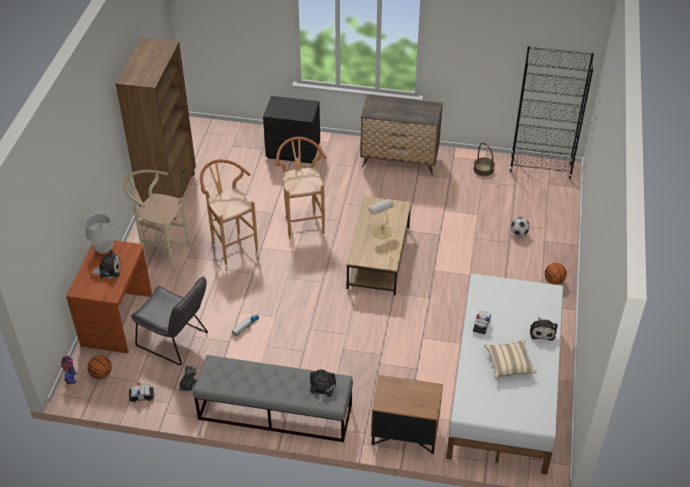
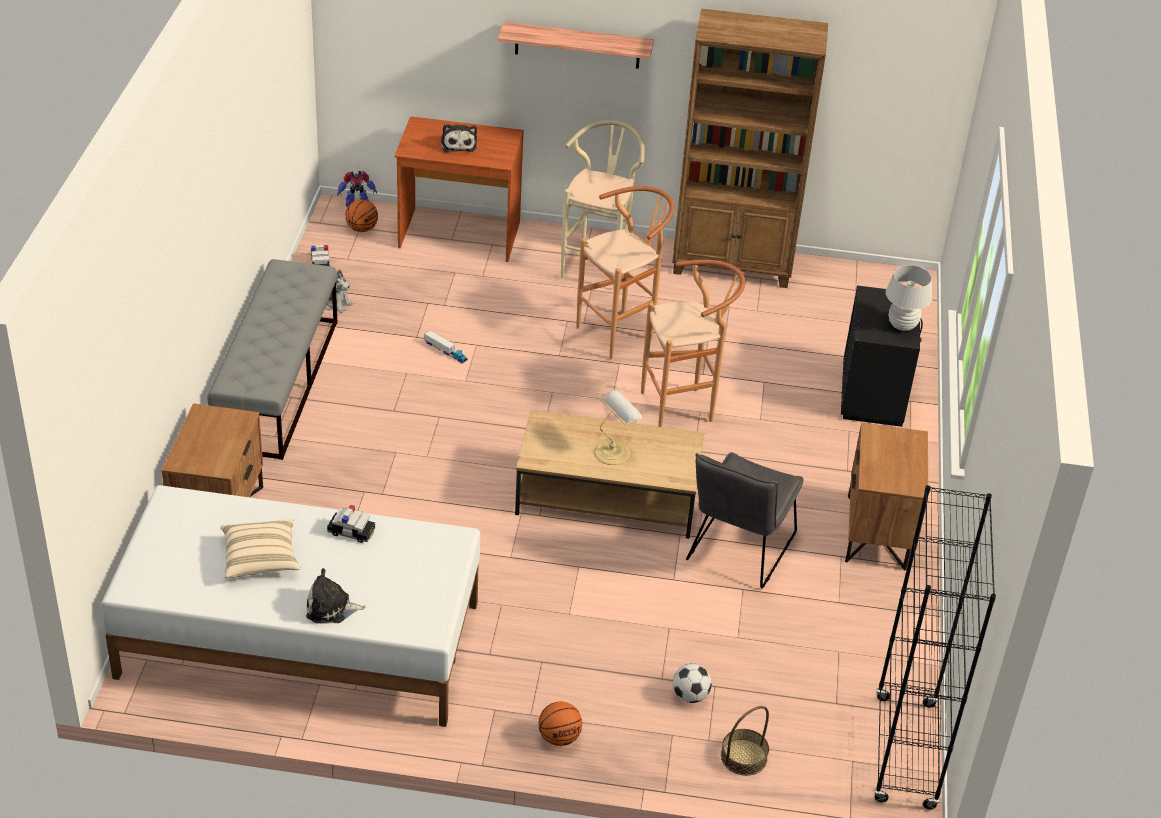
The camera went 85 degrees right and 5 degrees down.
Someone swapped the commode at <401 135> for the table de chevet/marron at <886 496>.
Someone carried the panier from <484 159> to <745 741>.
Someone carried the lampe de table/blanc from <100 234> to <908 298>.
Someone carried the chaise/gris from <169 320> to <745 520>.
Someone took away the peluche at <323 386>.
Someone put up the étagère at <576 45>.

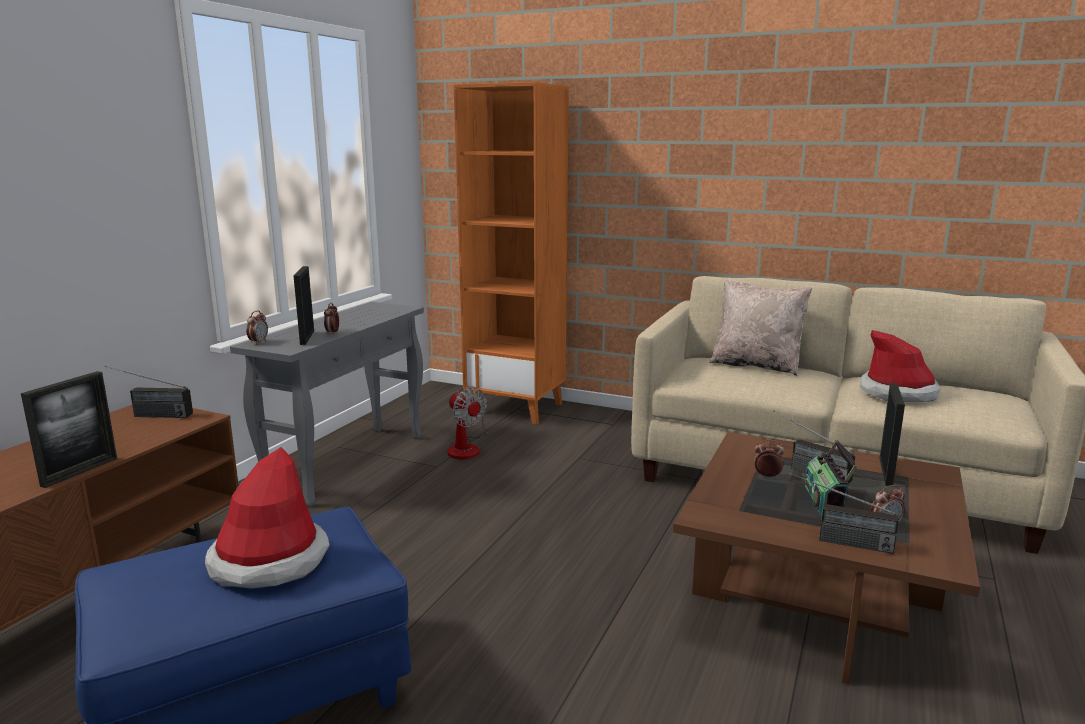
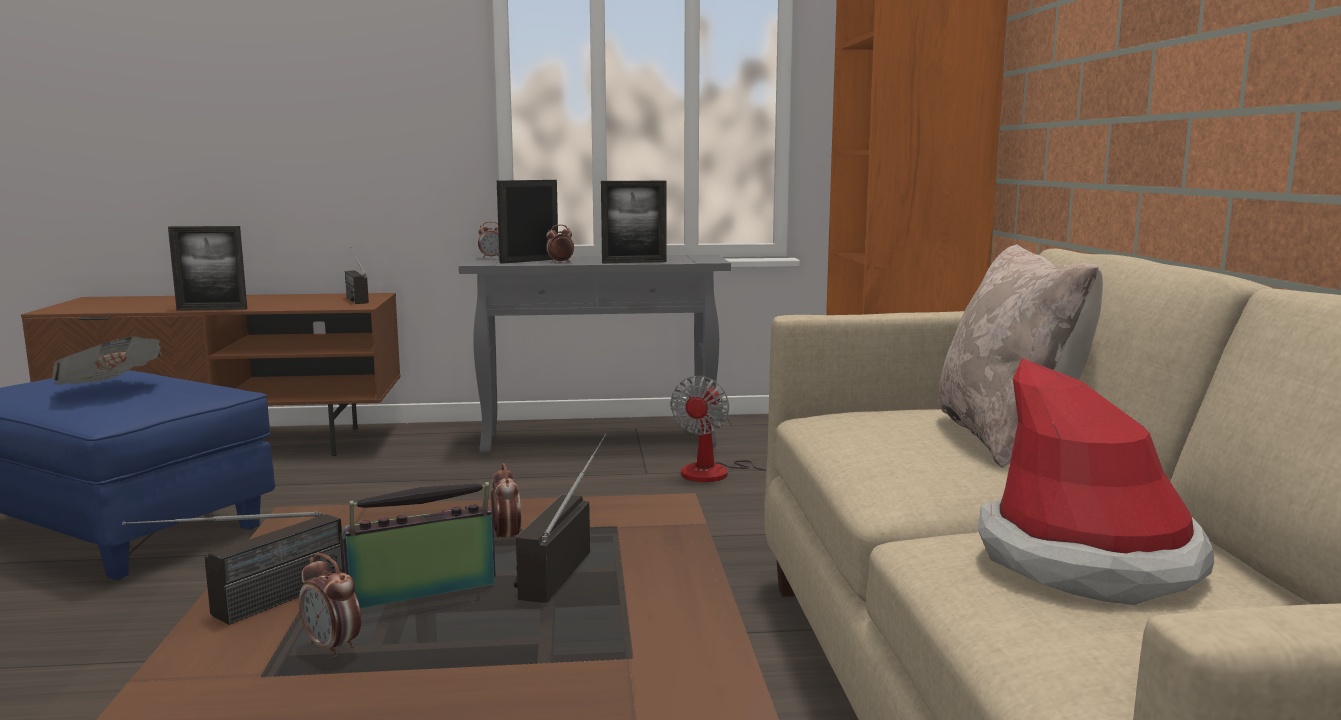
The camera went 60 degrees right and 5 degrees down.
Someone carried the cadre photo from <892 435> to <633 222>.
Someone swapped the chapeau at <267 518> for the journal at <106 360>.
Someone rotated the radio at <843 513> by 135 degrees counterclockwise.

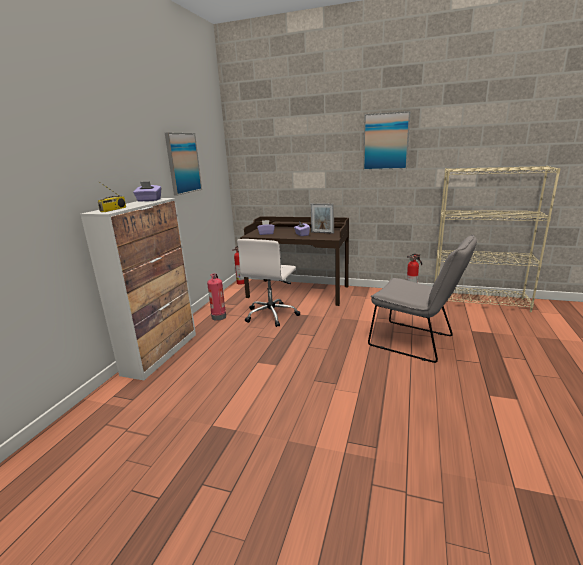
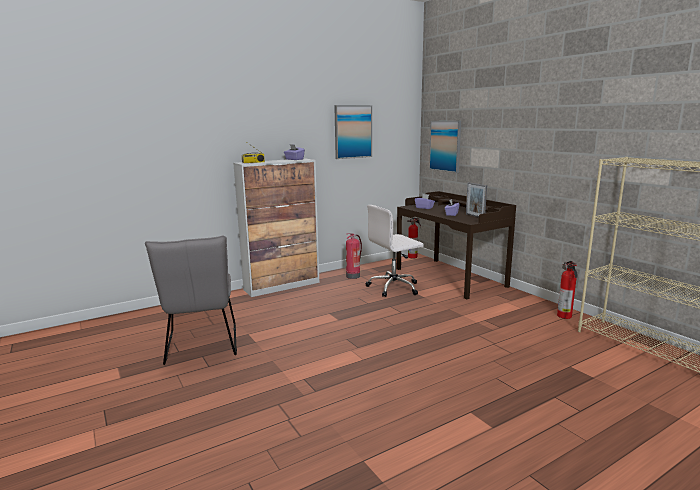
The camera went 40 degrees right and 5 degrees down.
Someone carried the tableau from <386 140> to <445 147>.
Someone carried the chaise/gris from <422 299> to <191 300>.

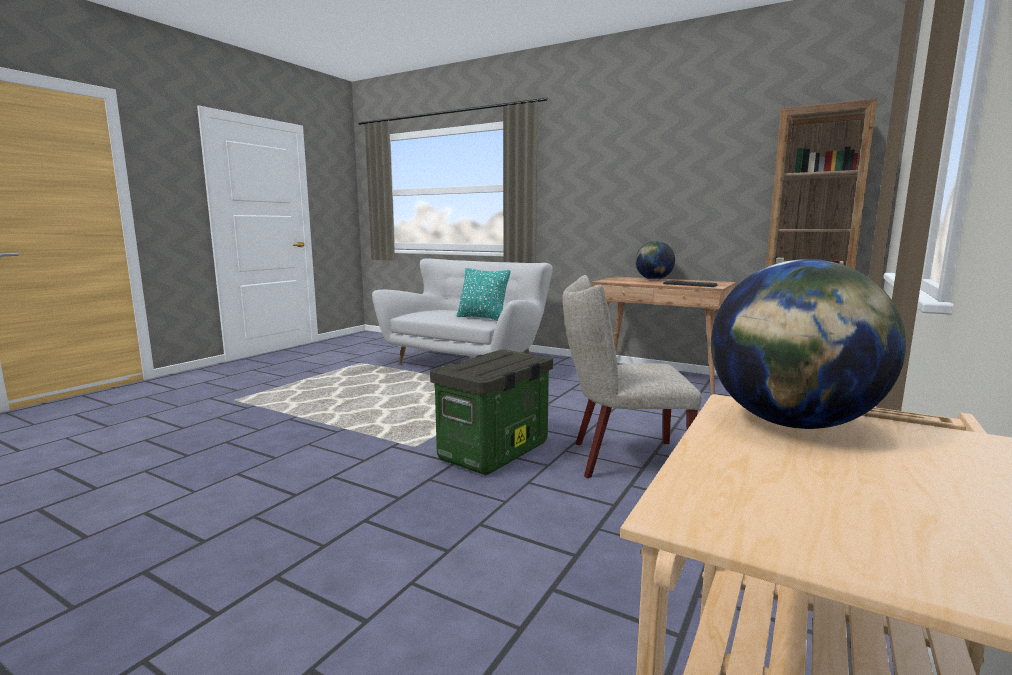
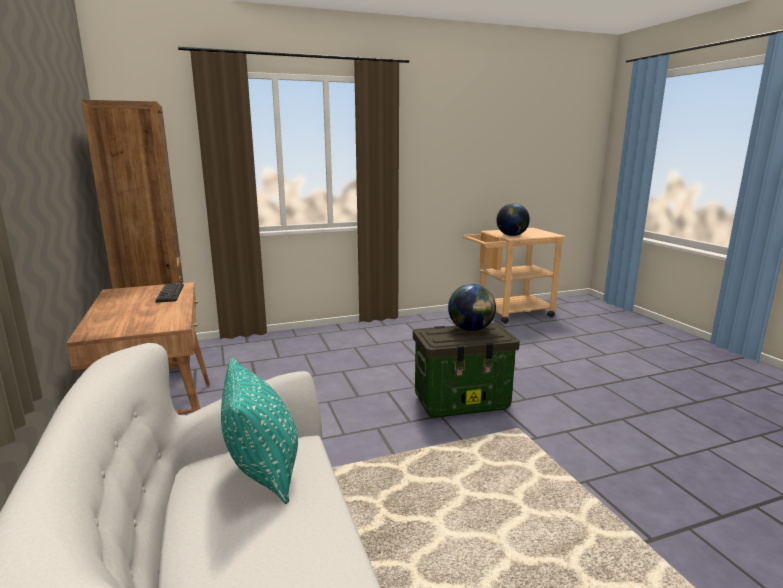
The camera went 140 degrees left and 5 degrees up.
Someone carried the globe from <655 260> to <472 307>.
Someone took away the chaise/beige at <632 376>.

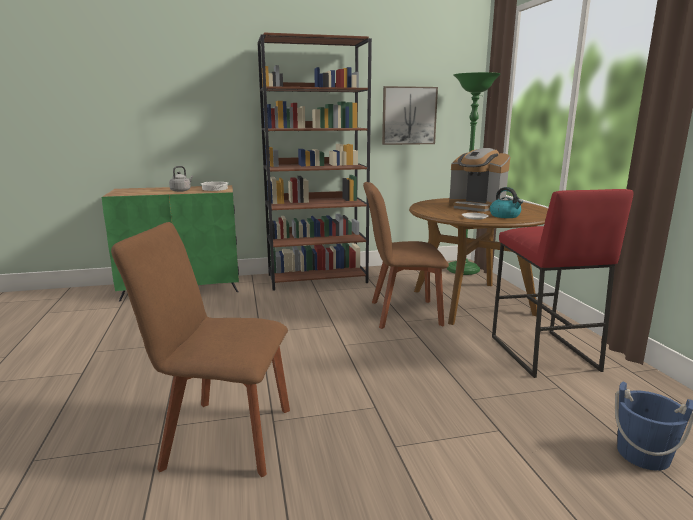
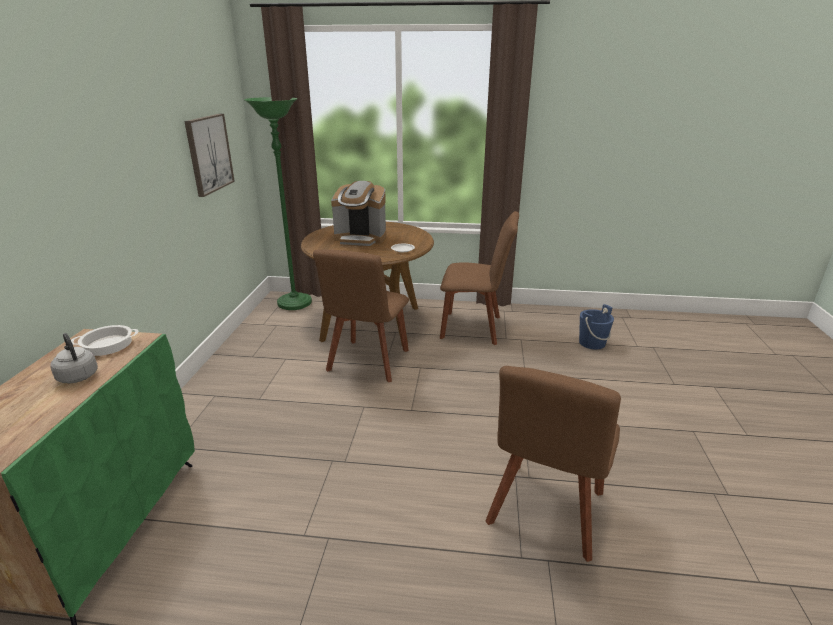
The camera went 70 degrees left and 10 degrees up.
Someone took away the bibliothèque/marron at <315 162>.
Someone rotated the machine à café at <479 180> by 45 degrees clockwise.
Someone took away the bouilloire at <506 202>.
Someone swapped the tabouret/rouge at <563 283> for the chaise/marron at <479 278>.

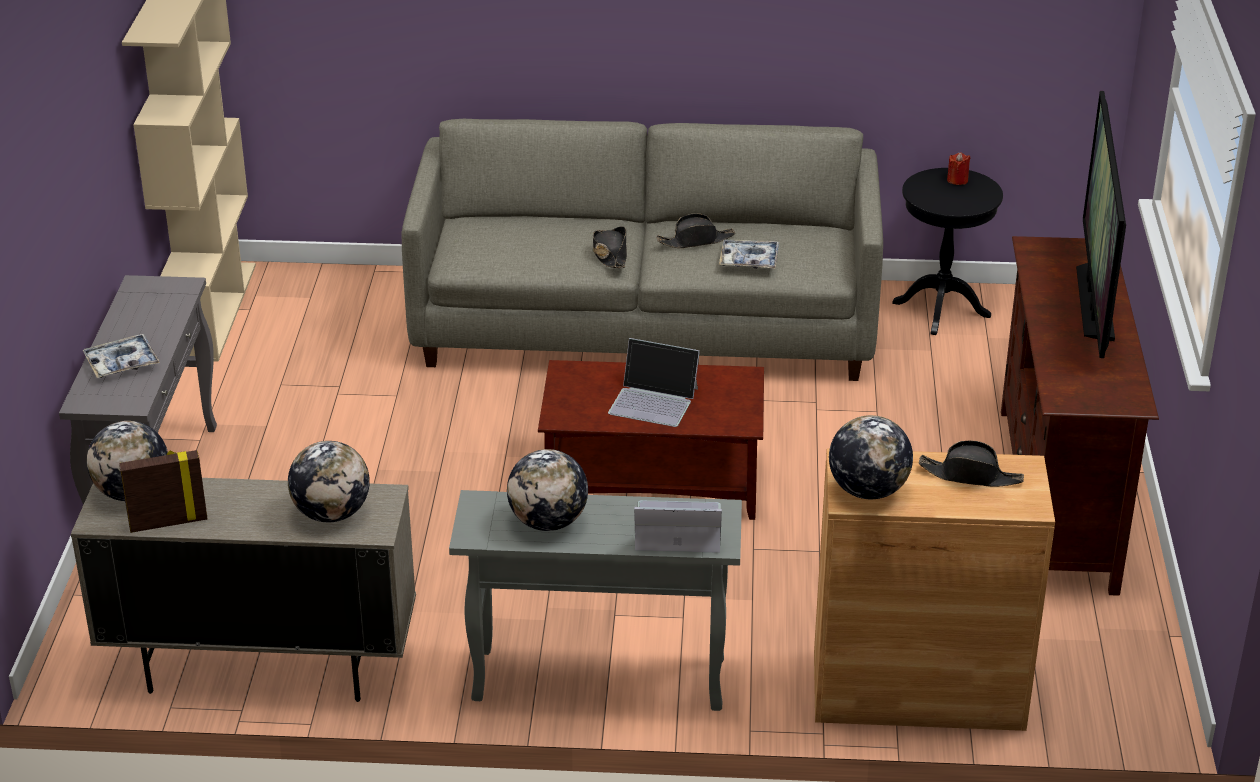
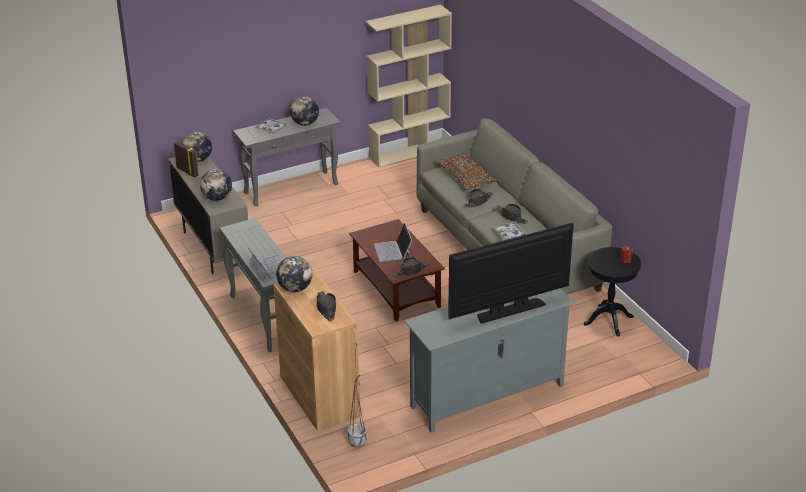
The camera went 60 degrees right and 0 degrees up.
Someone repainted the meuble télé/marron at <1080 416>, which became the meuble télé/gris at <489 360>.
Someone carried the globe from <547 490> to <304 111>.
Someone put down the coussin/marron at <466 171>.
Someone put down the chapeau/noir at <411 267>.
Someone put down the cache-pot at <357 411>.

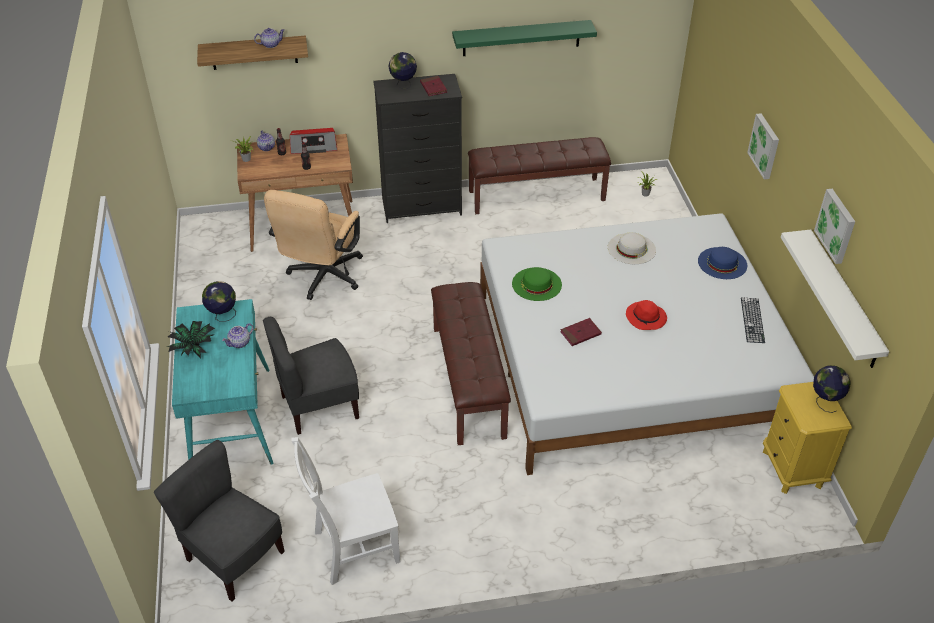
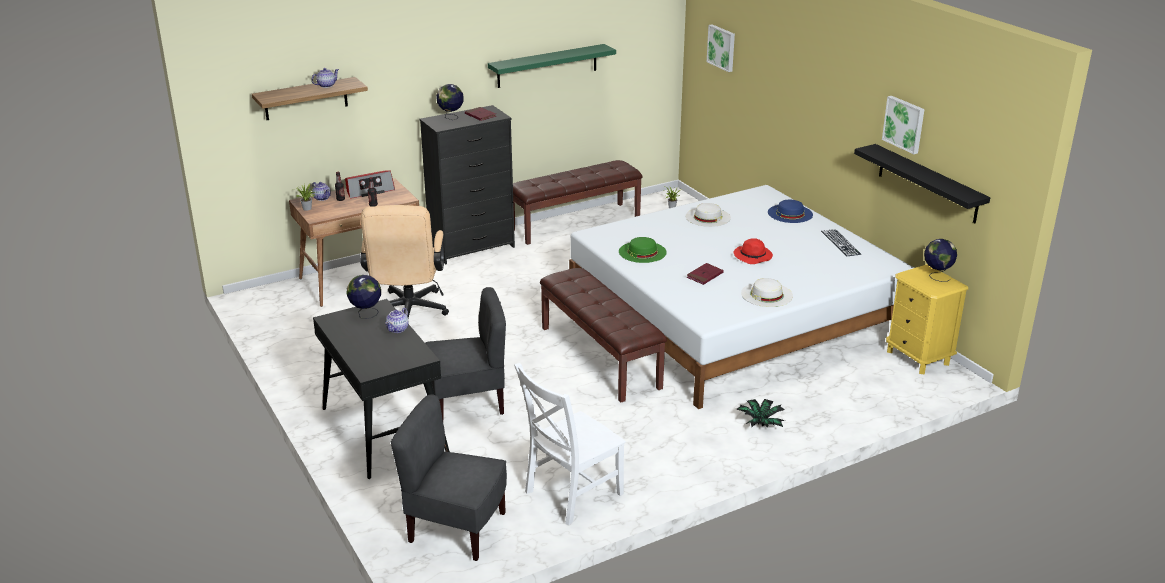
The camera went 20 degrees left and 15 degrees down.
Someone carried the tableau from <763 146> to <721 48>.
Someone repainted the étagère/blanc at <835 299>, which became the étagère/noir at <922 183>.
Someone repainted the bureau/turquoise at <222 382>, which became the bureau/noir at <381 389>.
Someone rotated the chaise/gris at <311 376> by 150 degrees counterclockwise.
Someone carried the plante en pot from <191 339> to <760 413>.
Someone put down the chapeau/blanc at <767 292>.

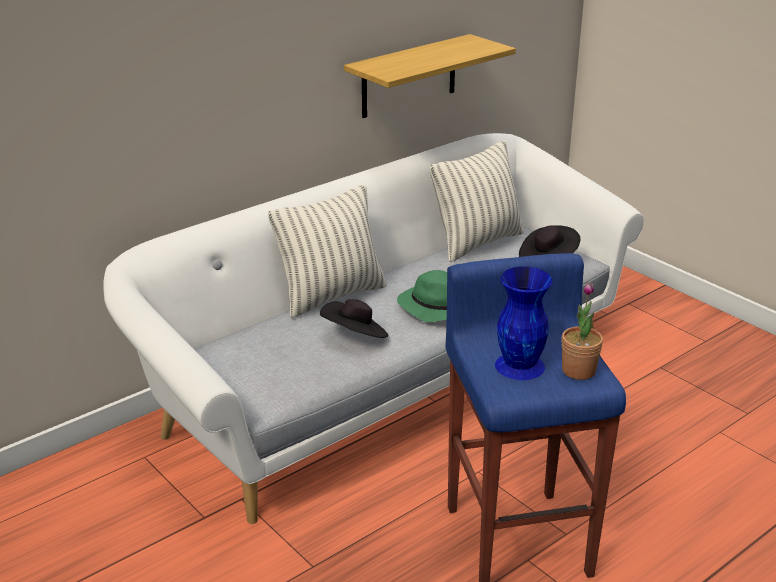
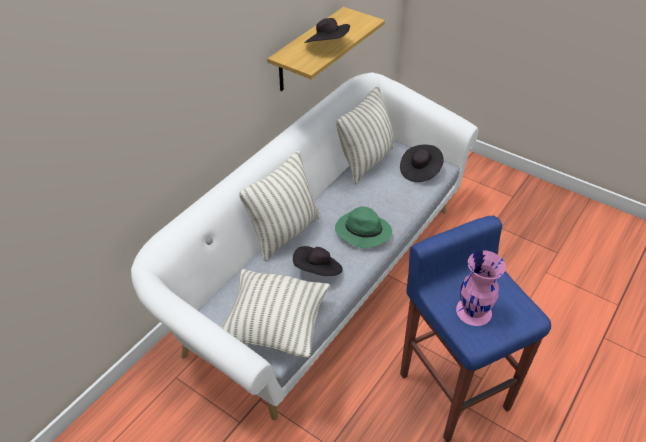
The camera went 15 degrees left and 15 degrees up.
Someone repainted the vase/bleu at <523 323>, which became the vase/rose at <481 288>.
Someone took away the plante en pot at <582 331>.
Someone put down the chapeau/noir at <327 30>.
Someone put down the coussin at <275 313>.

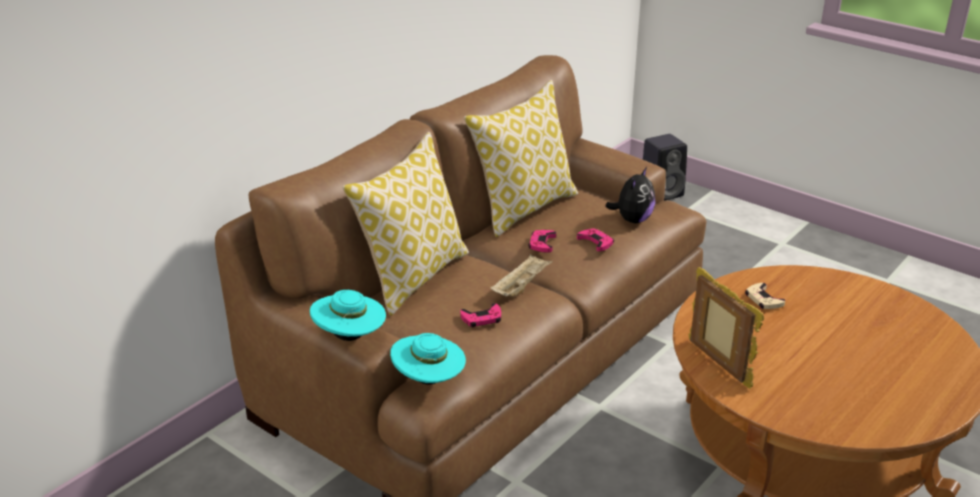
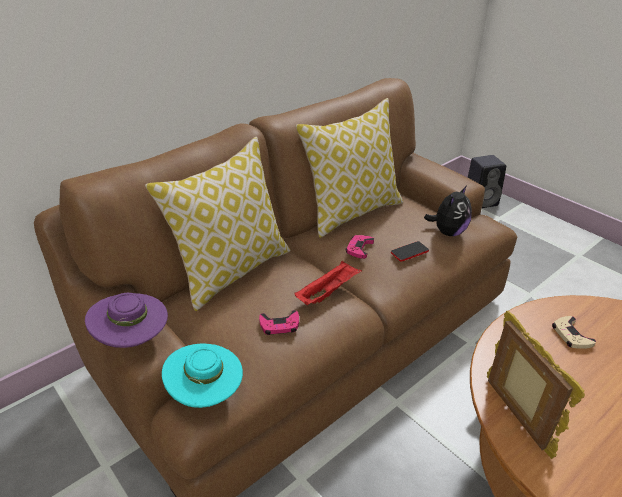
The camera went 10 degrees right and 5 degrees up.
Someone swapped the manette/rose at <595 239> for the téléphone at <410 251>.
Someone repainted the plateau/beige at <521 275>, which became the plateau/rouge at <328 283>.
Someone repainted the chapeau/turquoise at <348 315>, which became the chapeau/violet at <126 320>.

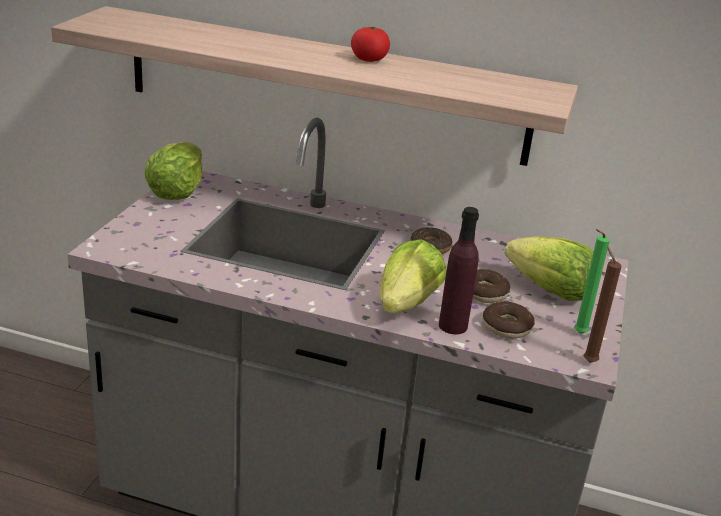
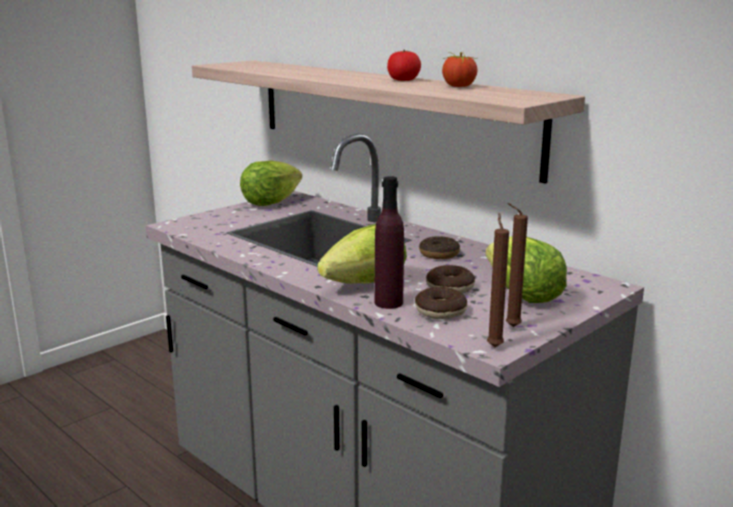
The camera went 30 degrees right and 10 degrees down.
Someone repainted the bougie/vert at <592 281>, which became the bougie/marron at <517 265>.
Someone put down the tomate at <459 69>.

